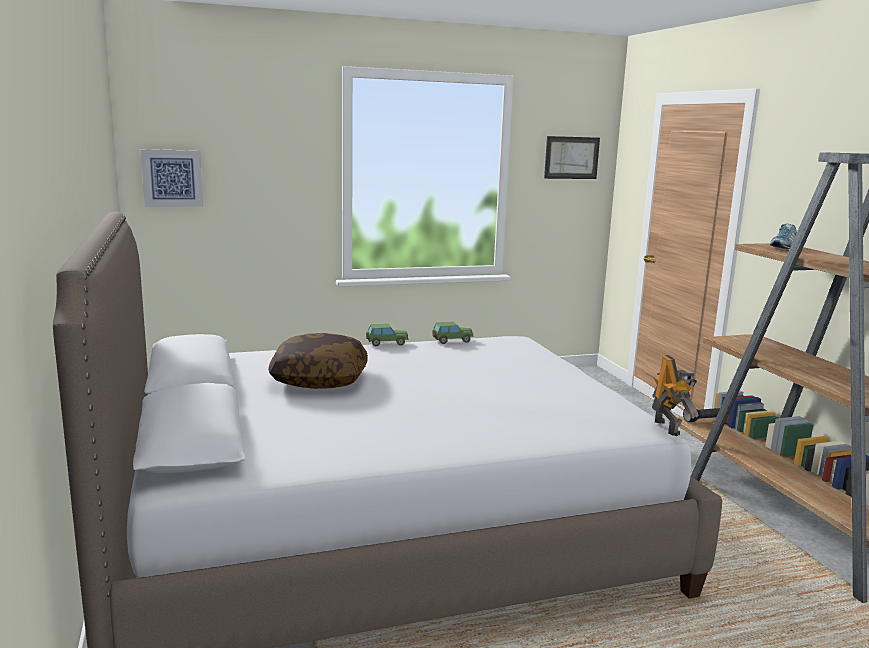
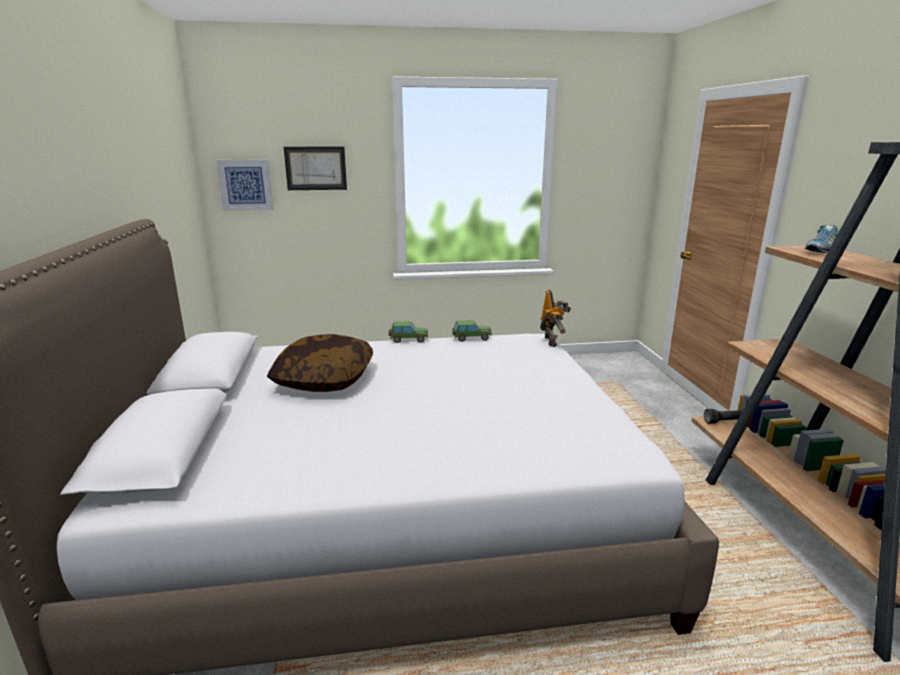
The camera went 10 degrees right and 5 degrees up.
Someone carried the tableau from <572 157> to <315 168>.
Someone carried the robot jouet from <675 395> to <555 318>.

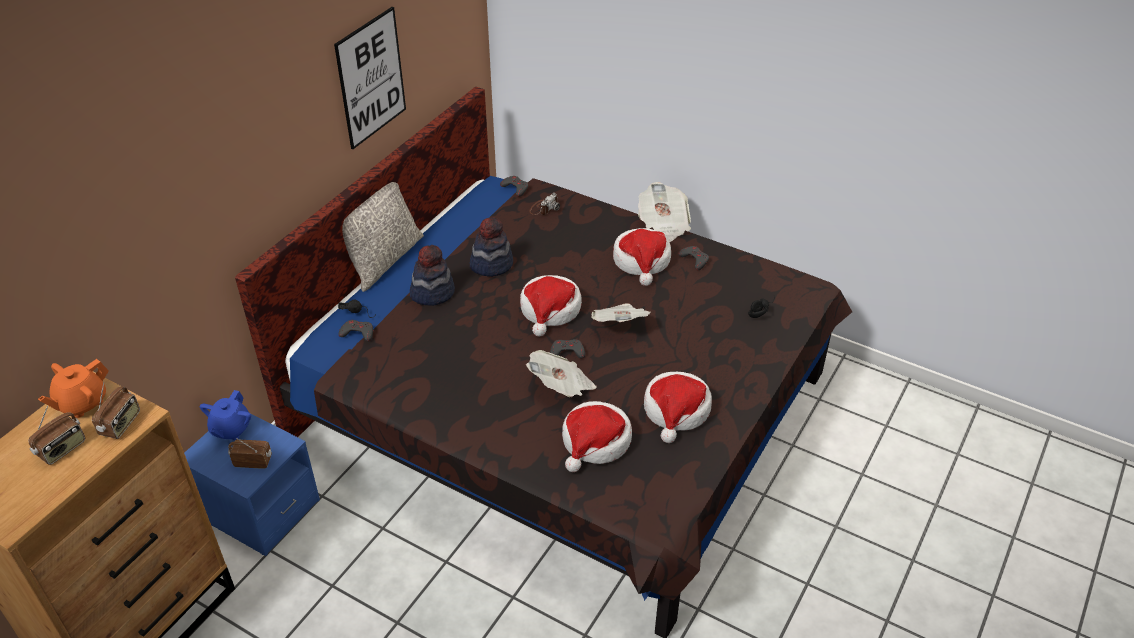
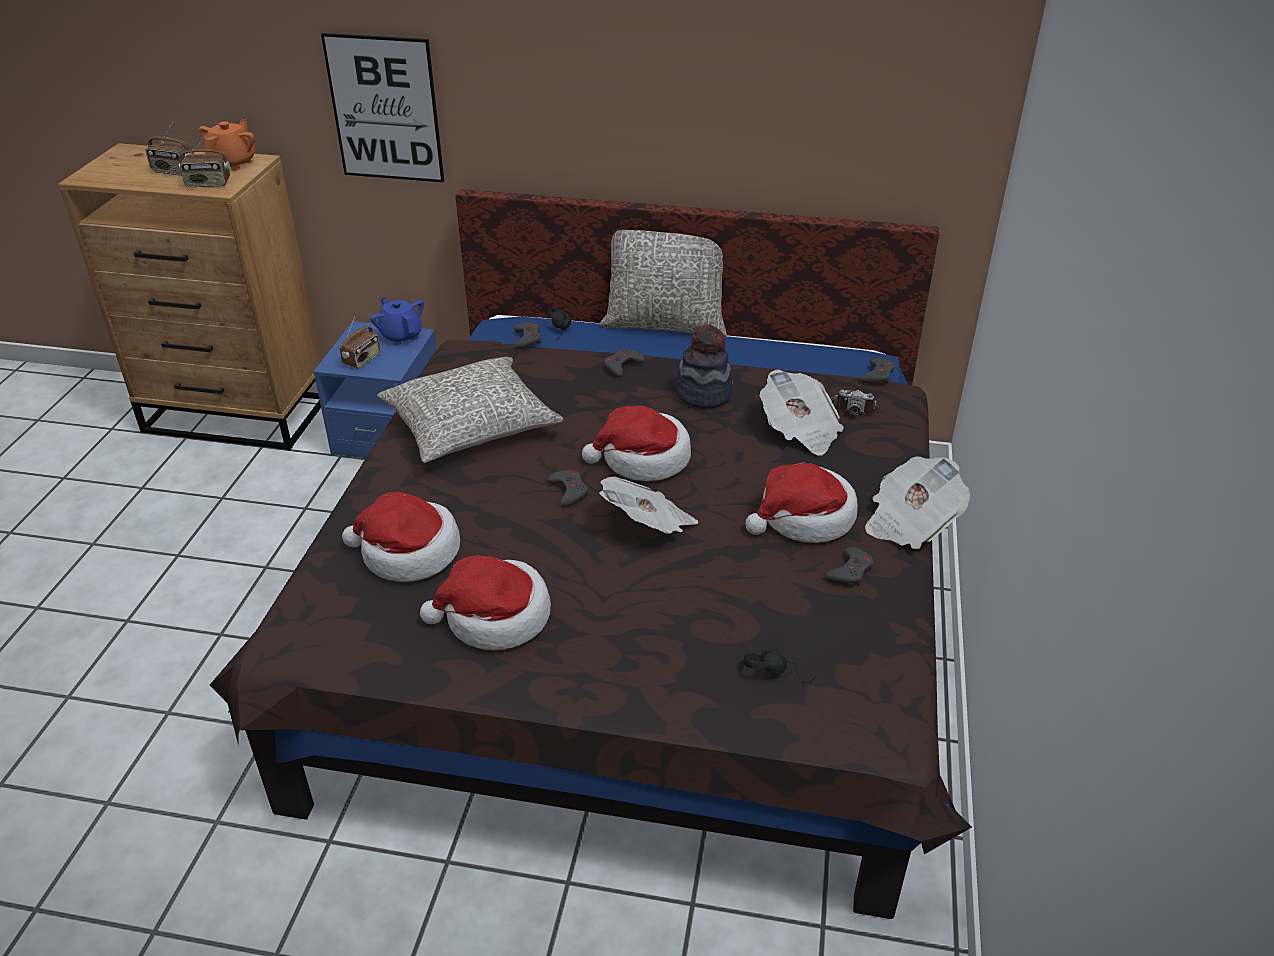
The camera went 70 degrees right and 5 degrees down.
Someone carried the tableau from <370 78> to <382 107>.
Someone swapped the chapeau at <432 275> for the manette/gris at <624 363>.
Someone carried the journal from <561 373> to <802 412>.
Someone rotated the théière/orange at <73 388> by 90 degrees clockwise.
Someone rotated the théière/bleu at <225 415> by 60 degrees clockwise.
Someone rotated the radio at <250 453> by 45 degrees clockwise.
Someone put down the coussin/gris at <470 410>.

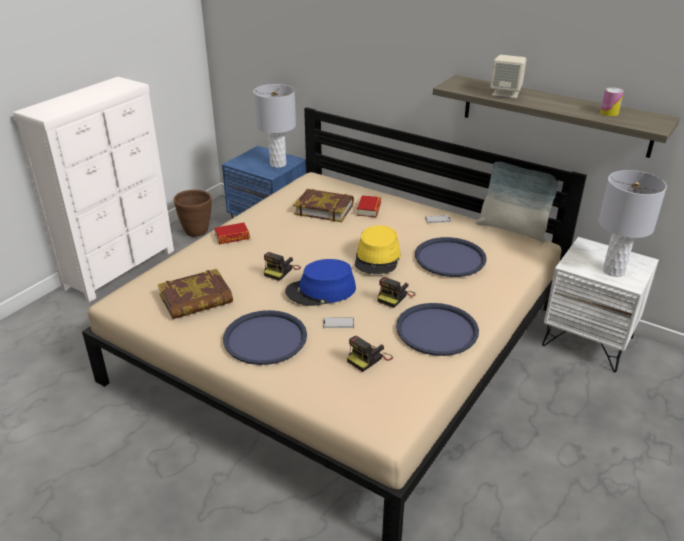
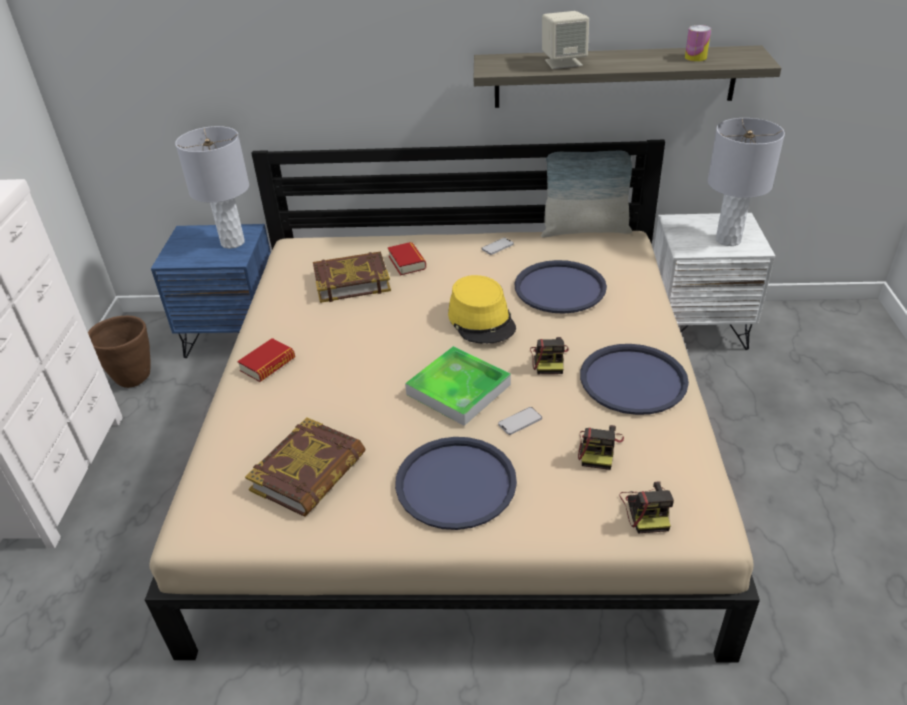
The camera went 30 degrees left and 5 degrees up.
Someone carried the appareil photo from <282 266> to <646 507>.
Someone swapped the chapeau/bleu at <320 282> for the plateau at <458 386>.

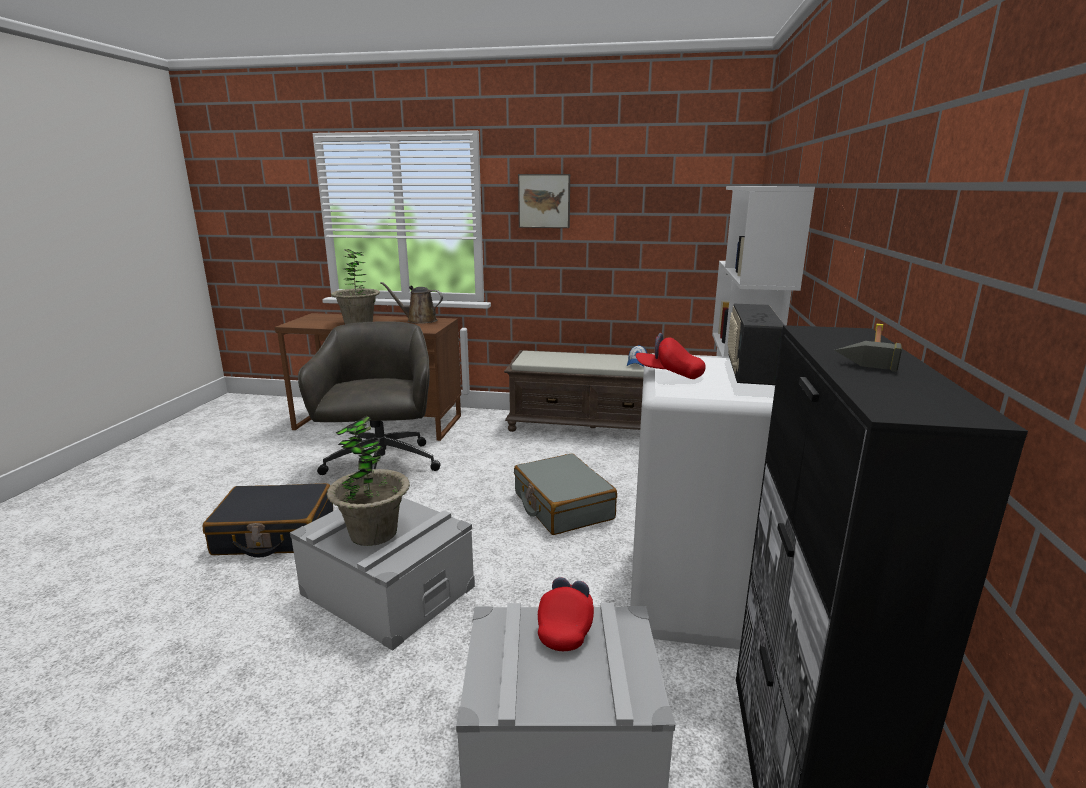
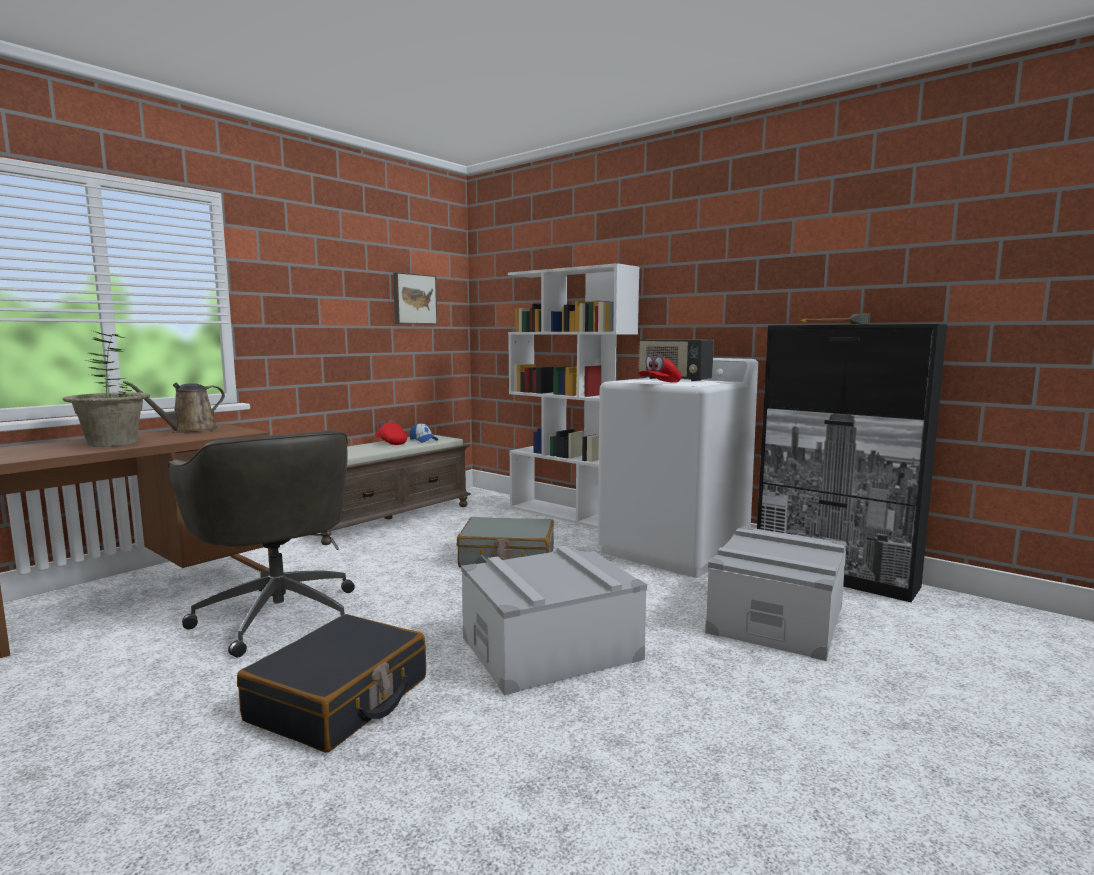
The camera went 60 degrees left and 10 degrees down.
Someone carried the tableau from <544 201> to <415 298>.
Someone rotated the chaise de bureau/gris at <369 398> by 150 degrees counterclockwise.
Someone took away the plante en pot at <368 480>.
Someone carried the casquette/rouge from <566 614> to <391 432>.

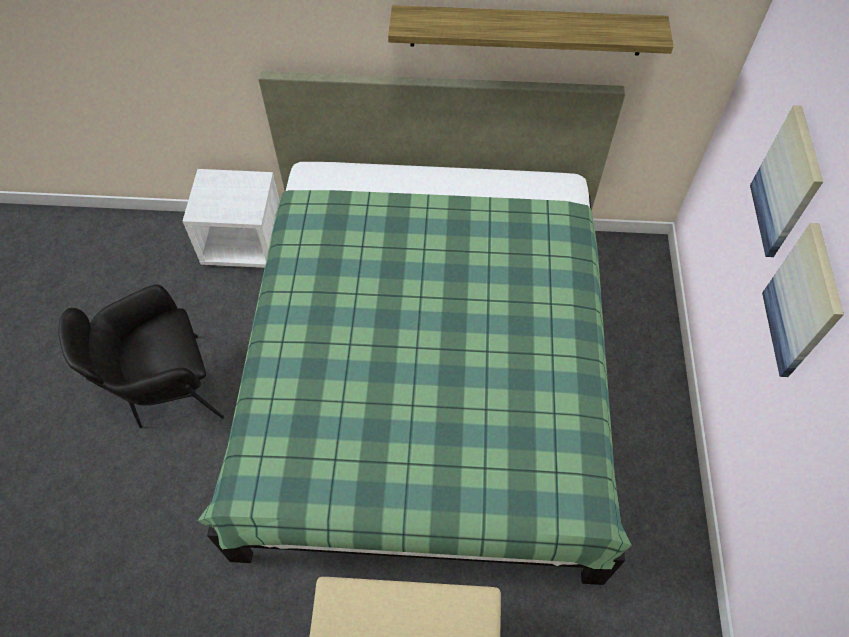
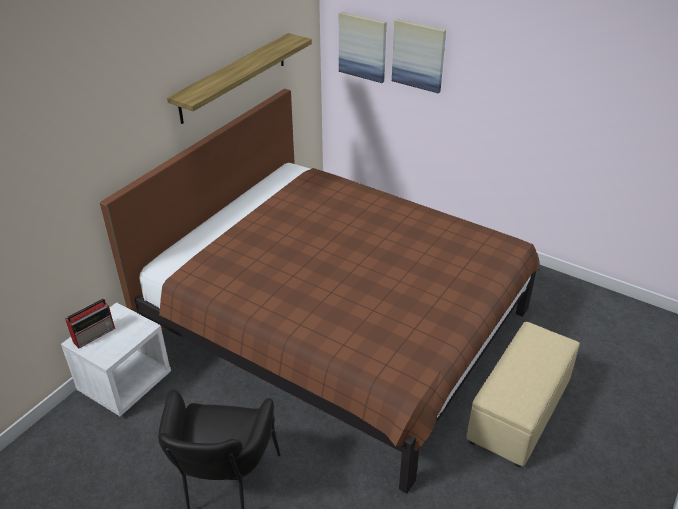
The camera went 60 degrees left and 20 degrees down.
Someone repainted the lit/vert at <414 328>, which became the lit/marron at <319 290>.
Someone carried the tableau from <803 300> to <362 47>.
Someone put down the radio at <90 323>.

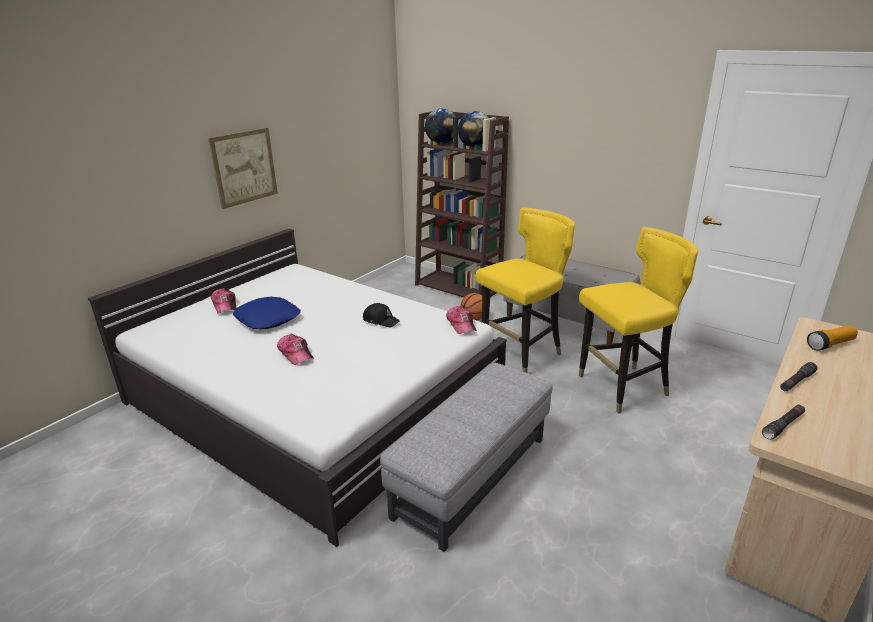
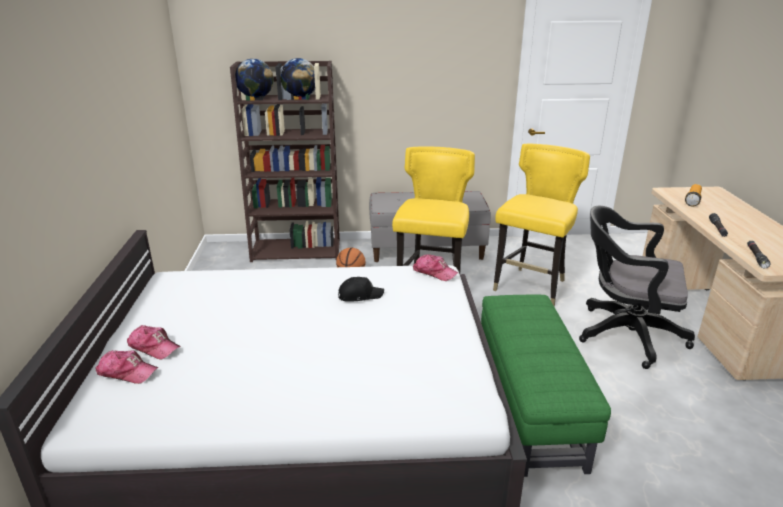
The camera went 40 degrees left and 0 degrees up.
Someone took away the tableau at <243 168>.
Someone took away the coussin/bleu at <267 313>.
Someone carried the casquette from <295 349> to <127 367>.
Someone repainted the pouf/gris at <466 457>, which became the pouf/vert at <546 386>.
Someone put down the chaise de bureau/noir at <637 287>.

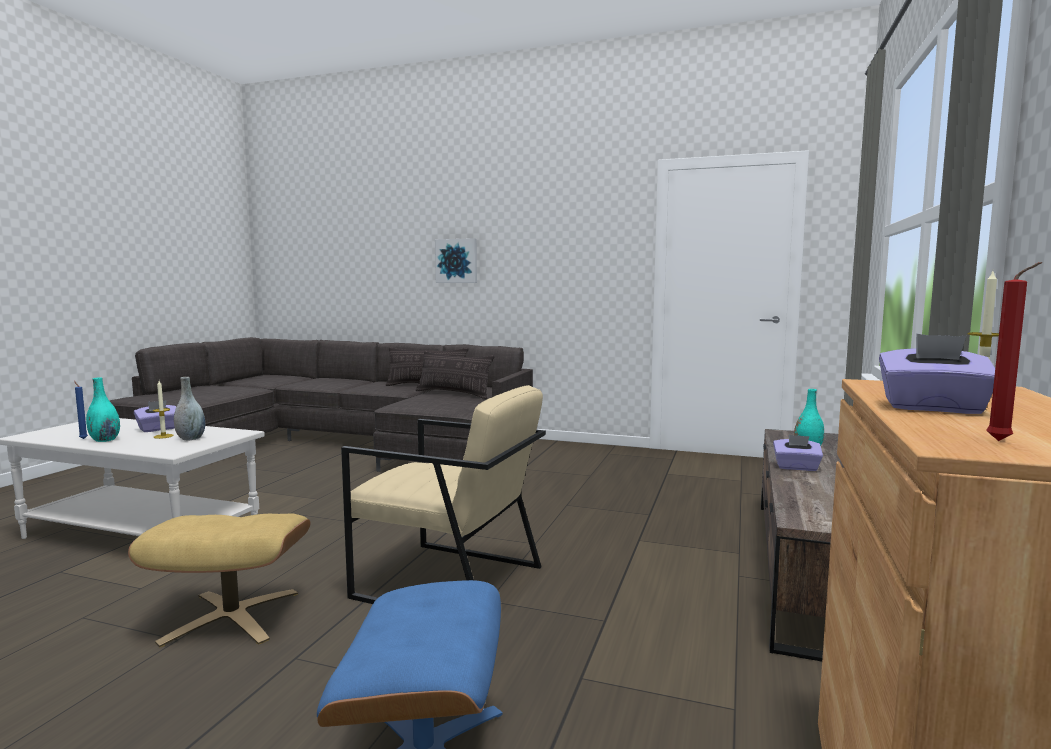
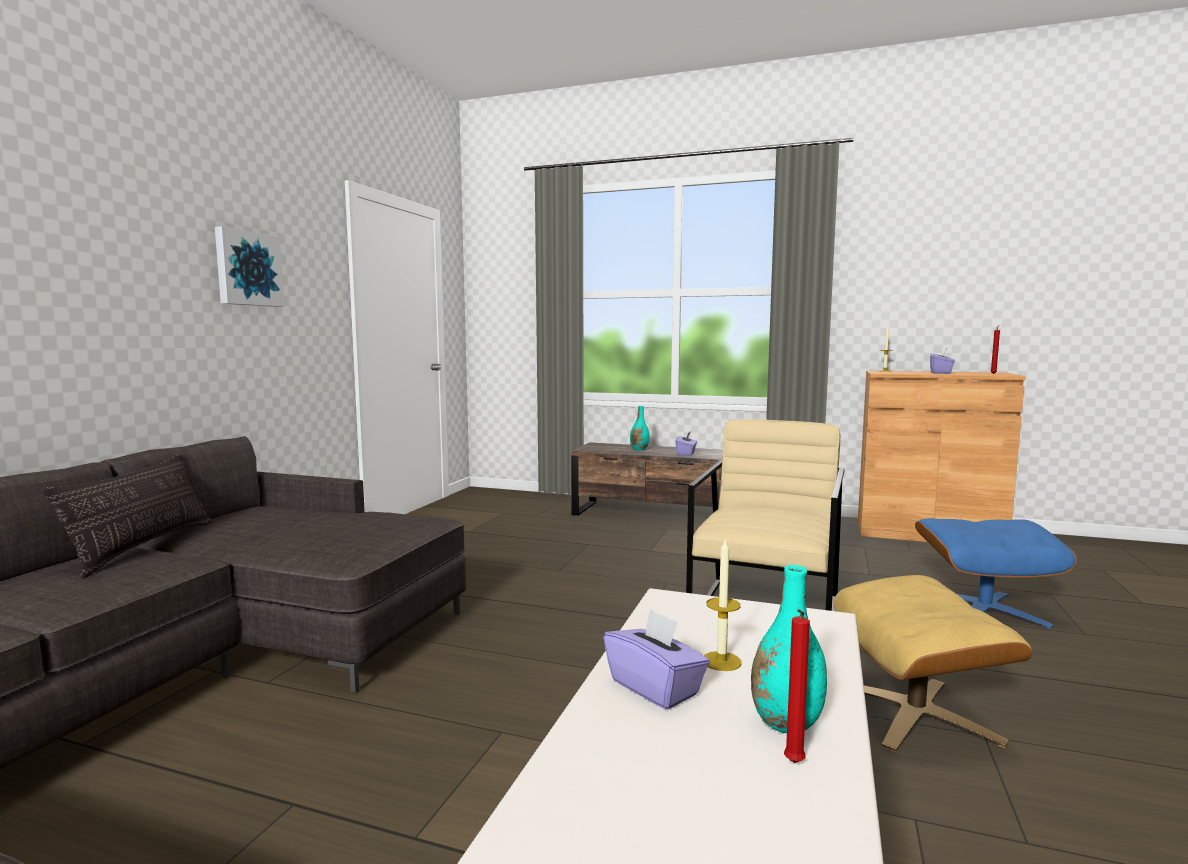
The camera went 90 degrees left and 0 degrees up.
Someone carried the tableau from <456 260> to <249 266>.
Someone took away the coussin at <455 375>.
Someone took away the vase/gris at <189 408>.
Someone repainted the bougie/bleu at <81 410>, which became the bougie/rouge at <797 686>.

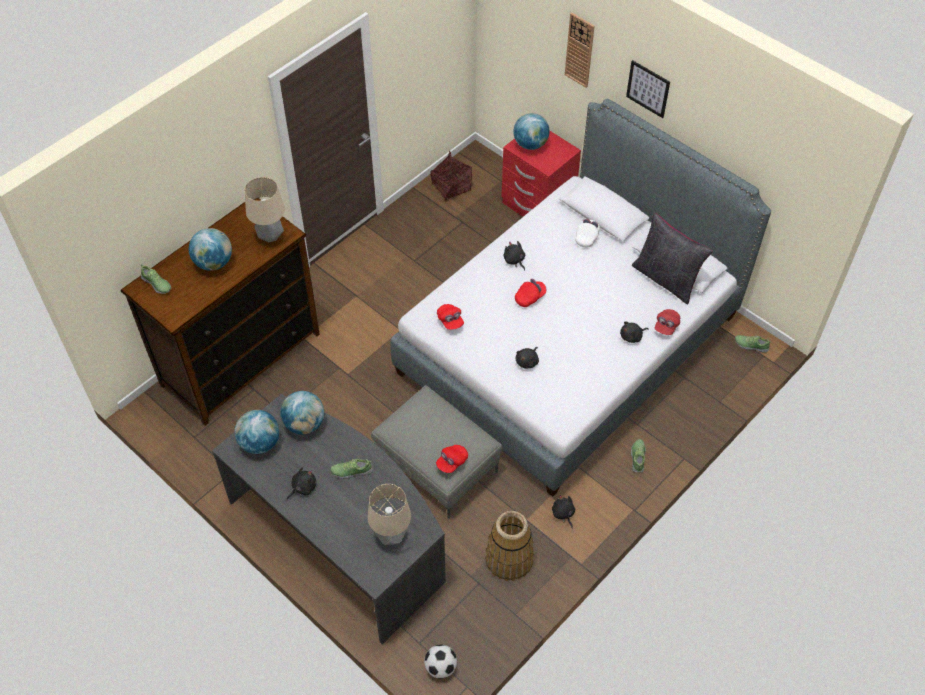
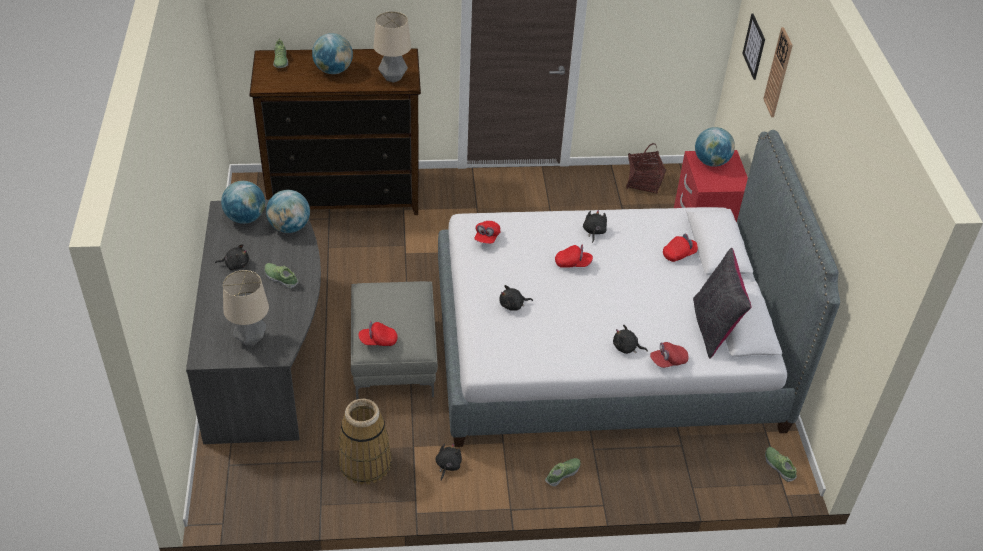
The camera went 40 degrees right and 10 degrees down.
Someone carried the tableau from <648 89> to <753 47>.
Someone repainted the casquette/blanc at <587 233>, which became the casquette/rouge at <680 248>.
Someone took away the ballon de foot at <440 661>.

